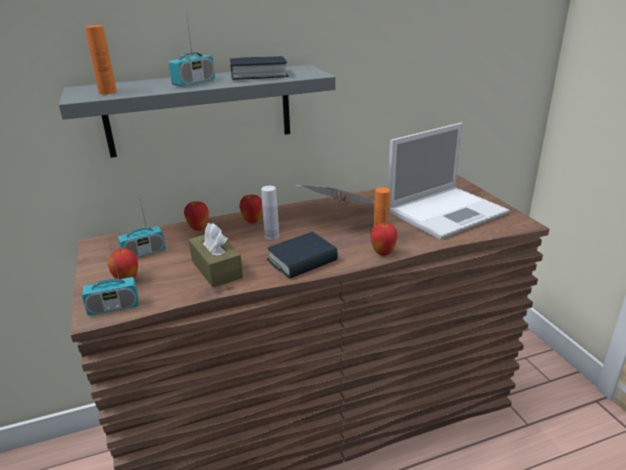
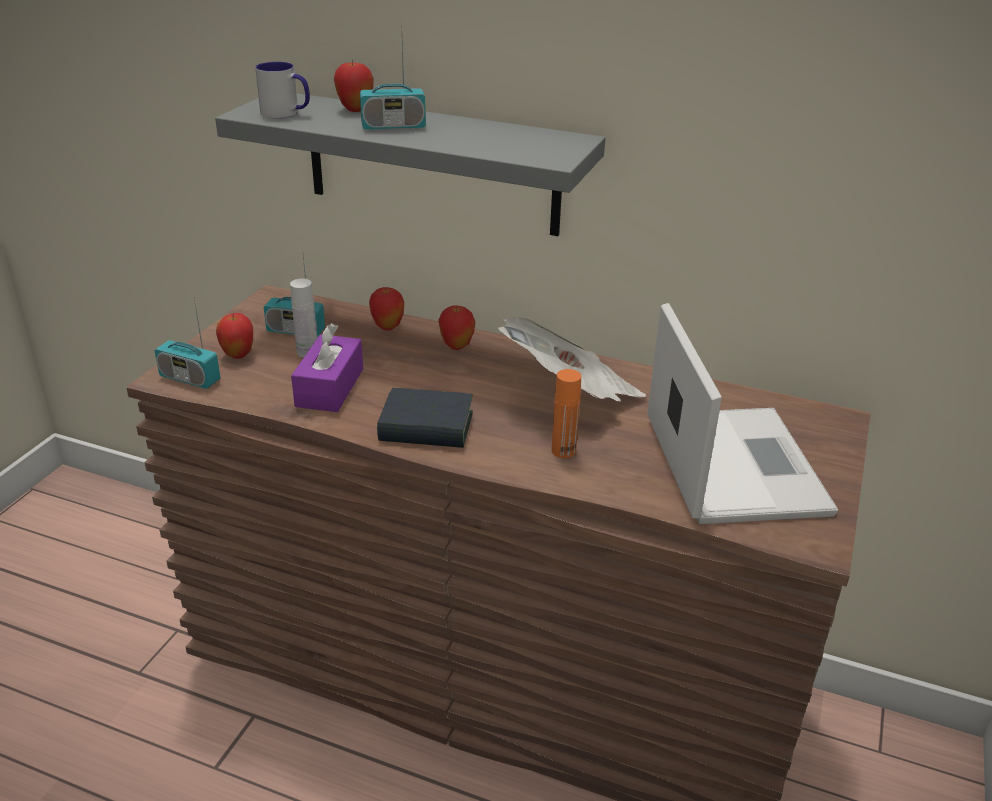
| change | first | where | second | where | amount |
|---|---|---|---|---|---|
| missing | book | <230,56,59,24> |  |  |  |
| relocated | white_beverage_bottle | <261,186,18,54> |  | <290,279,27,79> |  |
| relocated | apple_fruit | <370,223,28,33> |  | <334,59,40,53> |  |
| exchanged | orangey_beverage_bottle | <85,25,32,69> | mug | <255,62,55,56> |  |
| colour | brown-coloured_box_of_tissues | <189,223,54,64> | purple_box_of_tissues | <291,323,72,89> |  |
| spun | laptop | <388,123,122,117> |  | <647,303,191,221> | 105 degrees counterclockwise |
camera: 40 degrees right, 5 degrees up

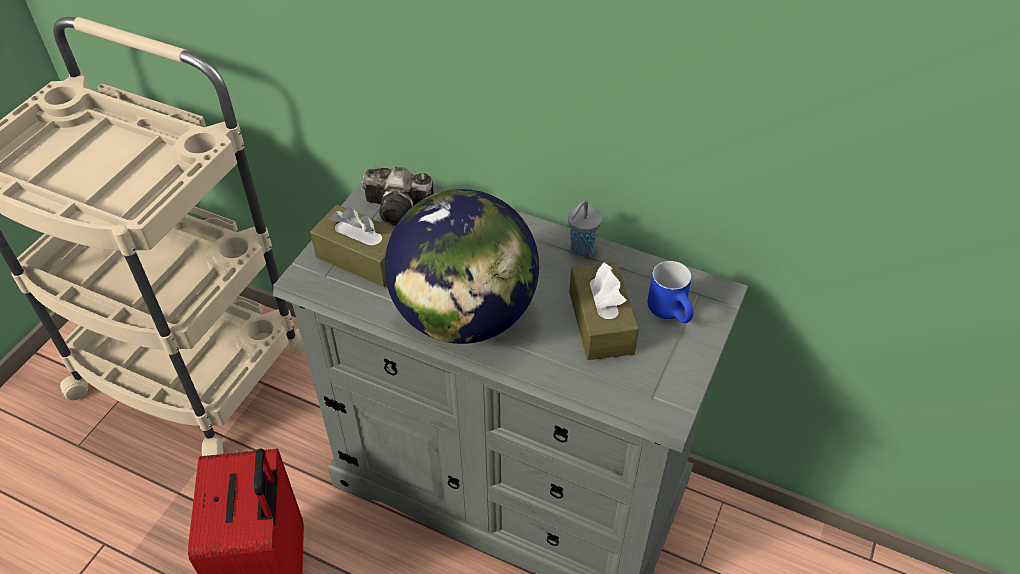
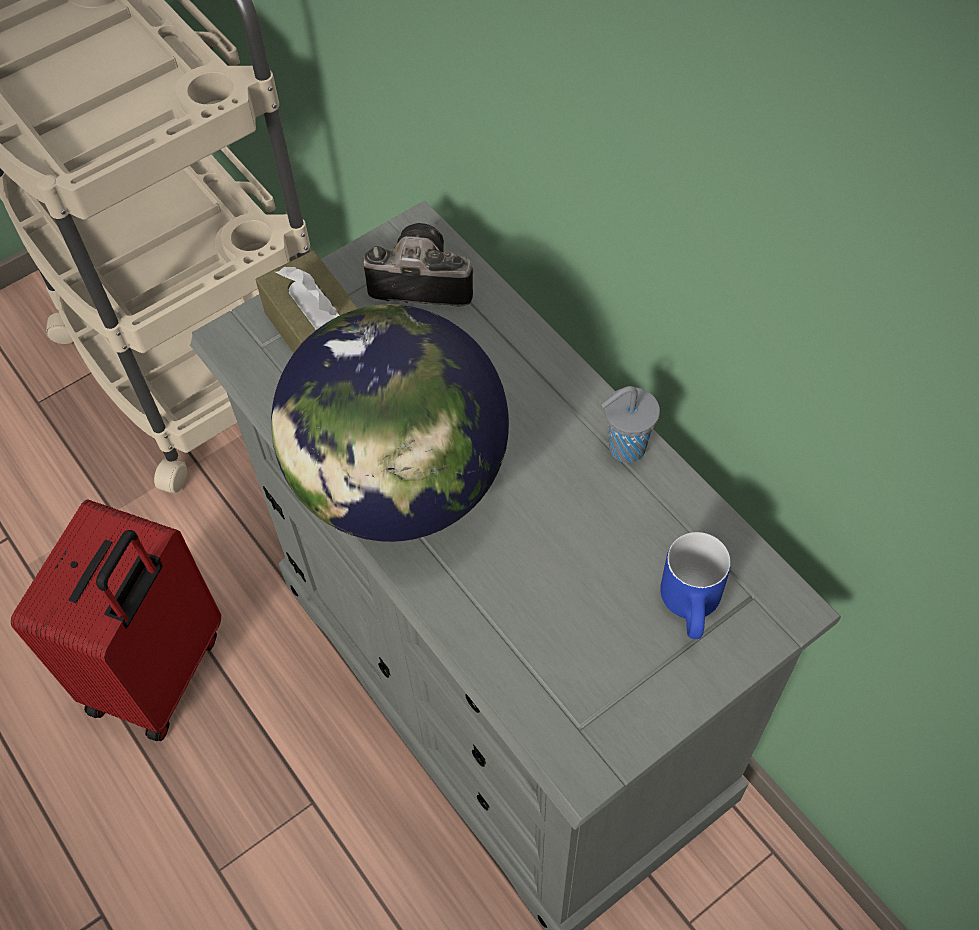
| change | first | where | second | where | amount |
|---|---|---|---|---|---|
| missing | brown-coloured_box_of_tissues | <569,262,70,98> |  |  |  |
| spun | photo_camera | <362,167,72,59> |  | <363,223,110,84> | 150 degrees clockwise |
camera: 30 degrees right, 10 degrees up

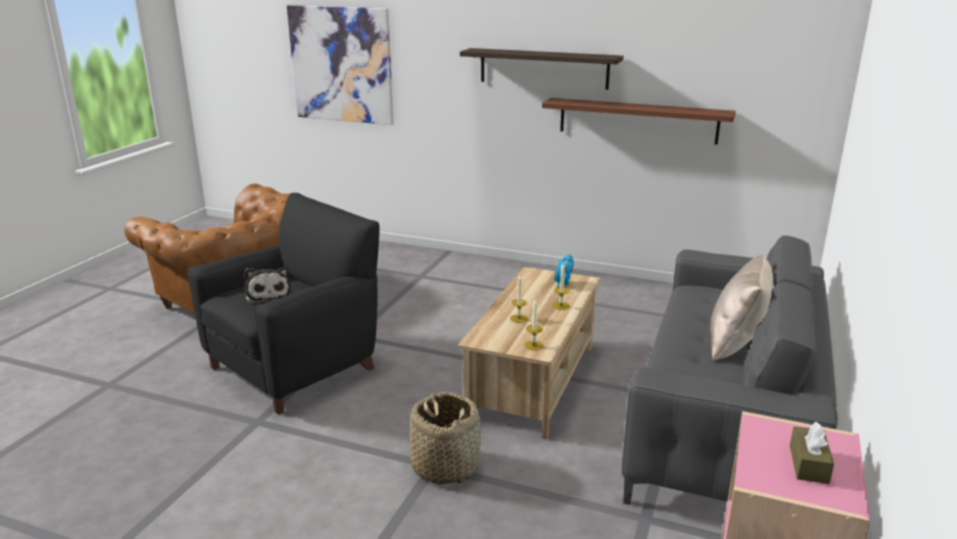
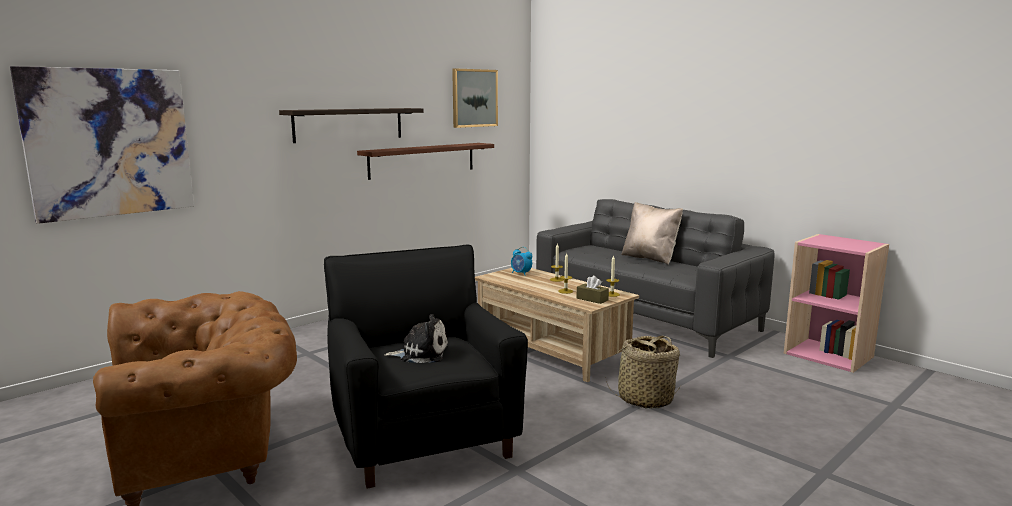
| change | first | where | second | where | amount |
|---|---|---|---|---|---|
| appeared |  |  | wall_picture | <452,68,46,60> |  |
| relocated | brown-coloured_box_of_tissues | <790,422,44,62> |  | <576,276,33,28> |  |
camera: 65 degrees left, 10 degrees down

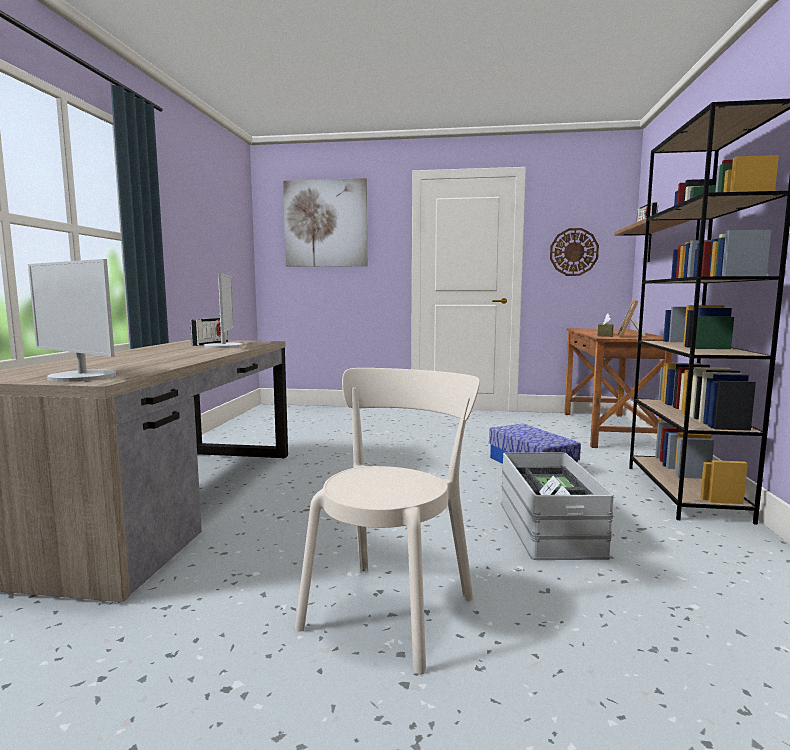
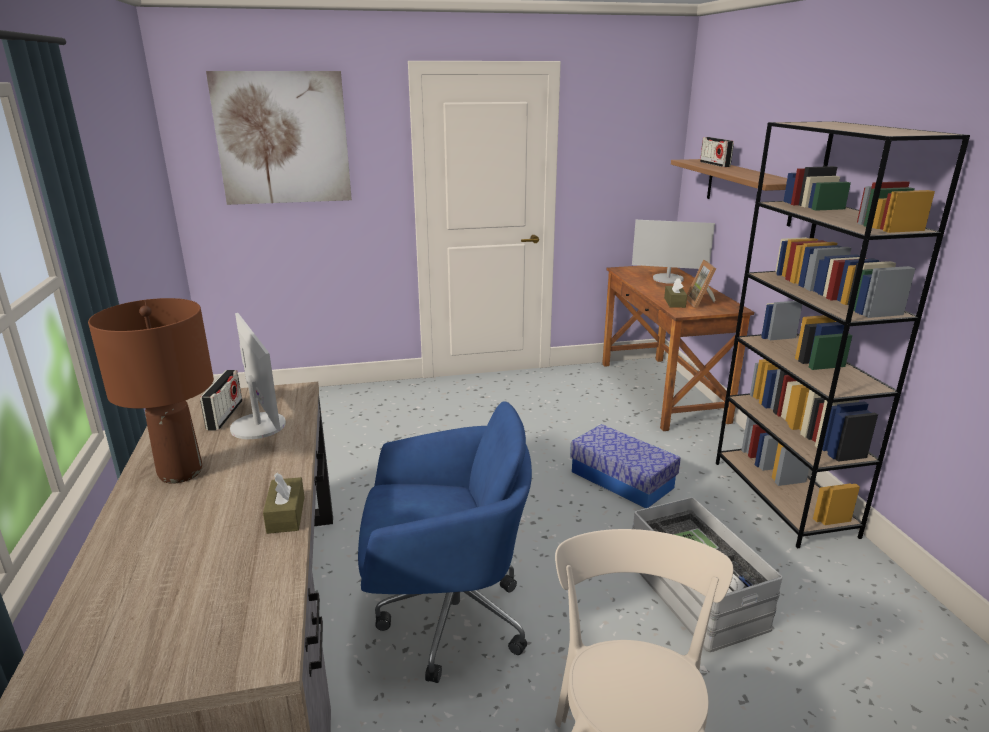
| change | first | where | second | where | amount |
|---|---|---|---|---|---|
| missing | clock_on_the_wall | <550,228,49,48> |  |  |  |
| appeared |  |  | brown-coloured_lamp_for_a_table | <88,298,126,186> |  |
| appeared |  |  | brown-coloured_box_of_tissues | <263,473,41,61> |  |
| appeared |  |  | blue_computer_chair | <358,401,174,282> |  |
| relocated | monitor | <28,259,88,123> |  | <632,220,83,64> |  |
camera: 20 degrees left, 15 degrees up

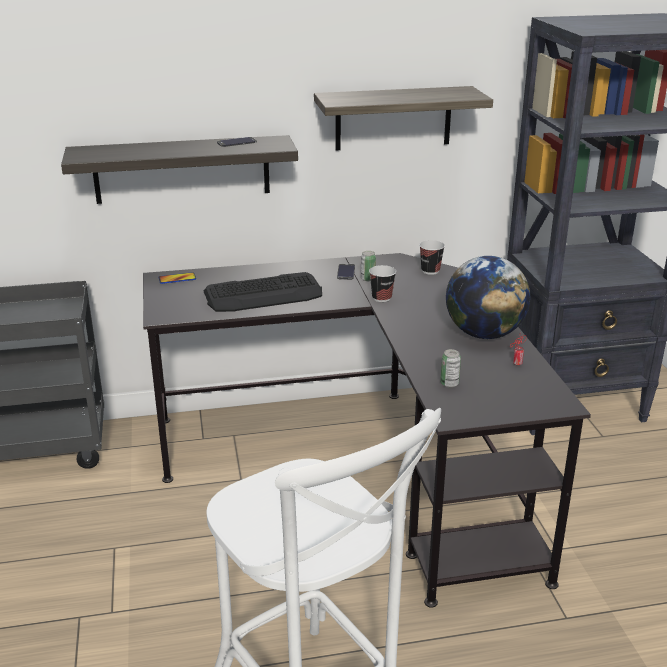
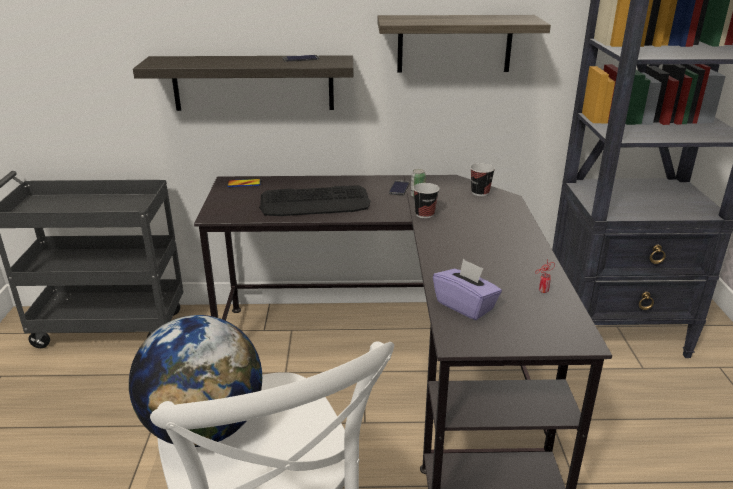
| change | first | where | second | where | amount |
|---|---|---|---|---|---|
| relocated | desk_globe | <446,256,84,83> |  | <129,315,133,132> |  |
| exchanged | can | <440,349,21,39> | purple_box_of_tissues | <433,259,69,61> |  |
camera: 10 degrees right, 0 degrees up

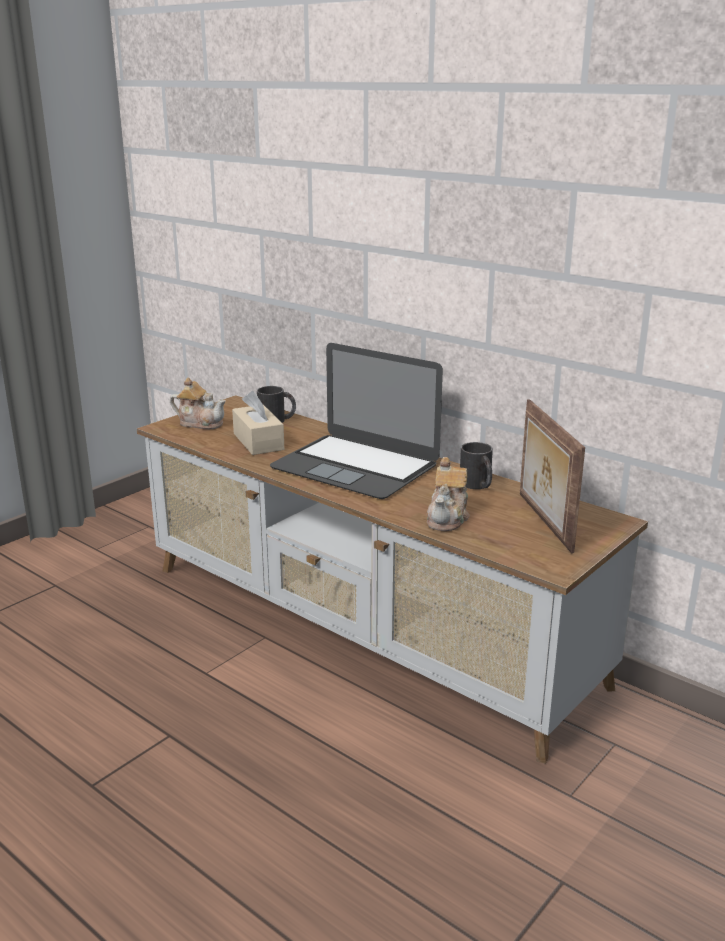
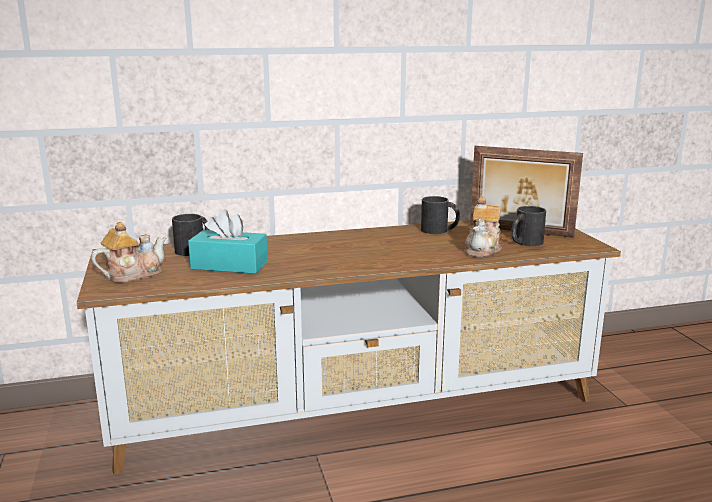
| change | first | where | second | where | amount |
|---|---|---|---|---|---|
| missing | laptop | <270,343,173,156> |  |  |  |
| appeared |  |  | black-coloured_mug | <511,206,35,40> |  |
| colour | beige-coloured_box_of_tissues | <232,391,52,64> | blue-green_box_of_tissues | <188,209,80,65> |  |
| spun | teapot | <427,457,43,74> |  | <465,197,37,60> | 60 degrees clockwise |
camera: 55 degrees left, 5 degrees down

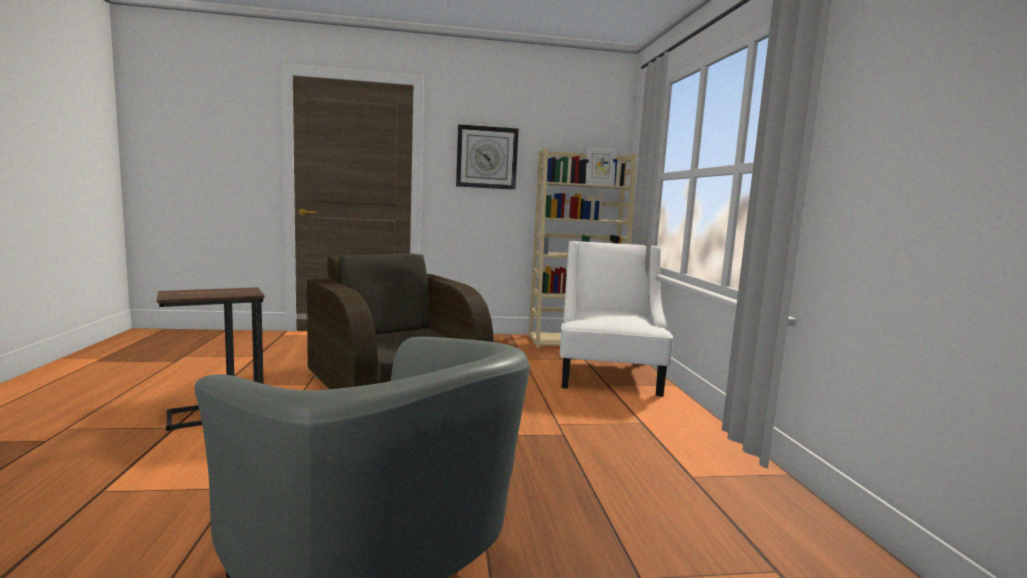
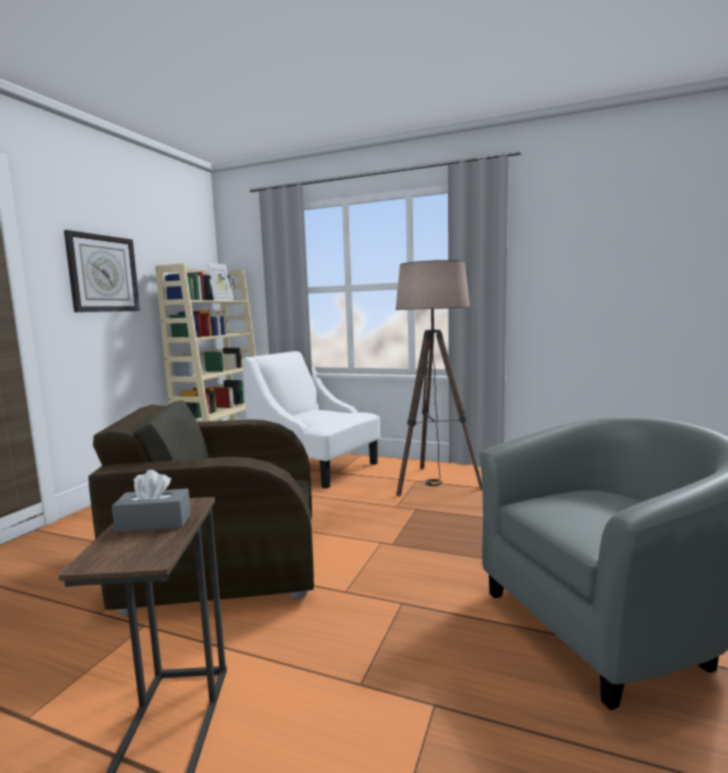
| change | first | where | second | where | amount |
|---|---|---|---|---|---|
| appeared |  |  | greyish_box_of_tissues | <112,470,79,63> |  |
| appeared |  |  | standing_lamp | <395,260,87,236> |  |
camera: 60 degrees left, 0 degrees up

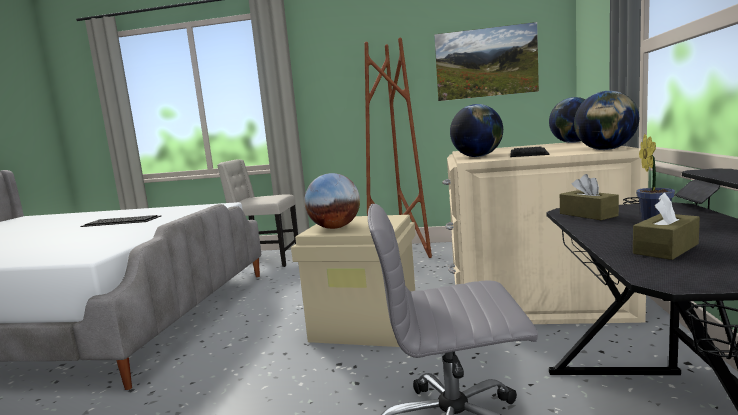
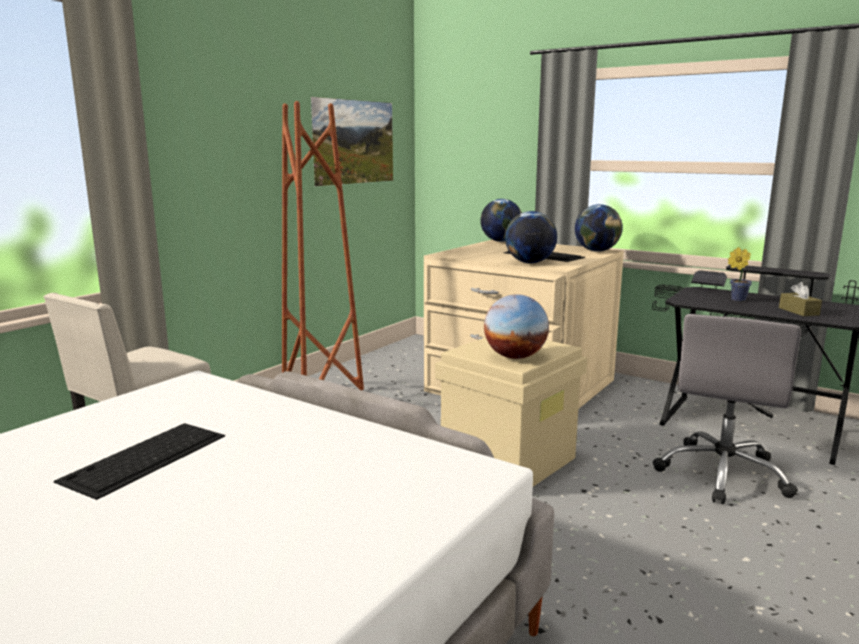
| change | first | where | second | where | amount |
|---|---|---|---|---|---|
| missing | brown-coloured_box_of_tissues | <560,174,59,46> |  |  |  |
camera: 65 degrees left, 5 degrees up

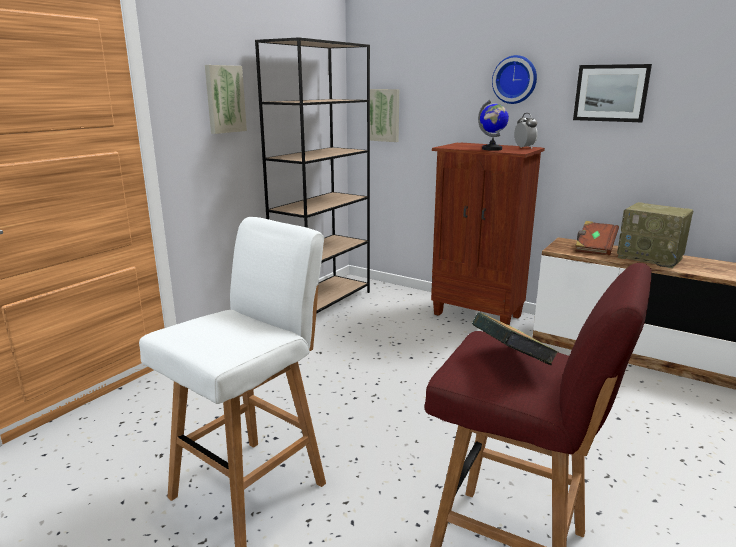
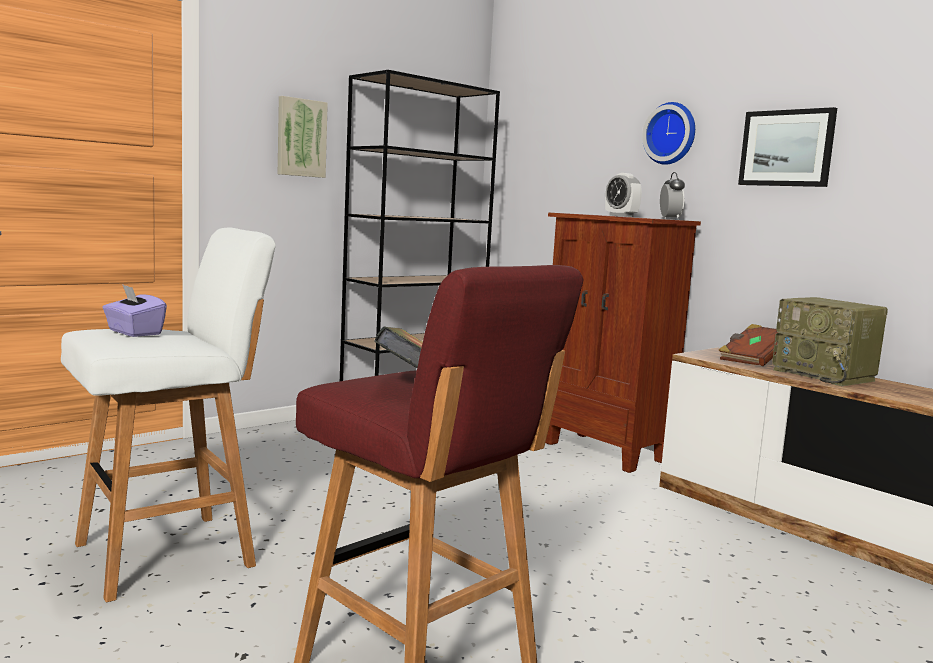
| change | first | where | second | where | amount |
|---|---|---|---|---|---|
| missing | wall_picture | <370,89,29,53> |  |  |  |
| appeared |  |  | purple_box_of_tissues | <102,284,65,53> |  |
| exchanged | desk_globe | <478,100,31,51> | alarm_clock | <605,173,37,44> |  |
camera: 15 degrees right, 10 degrees down

